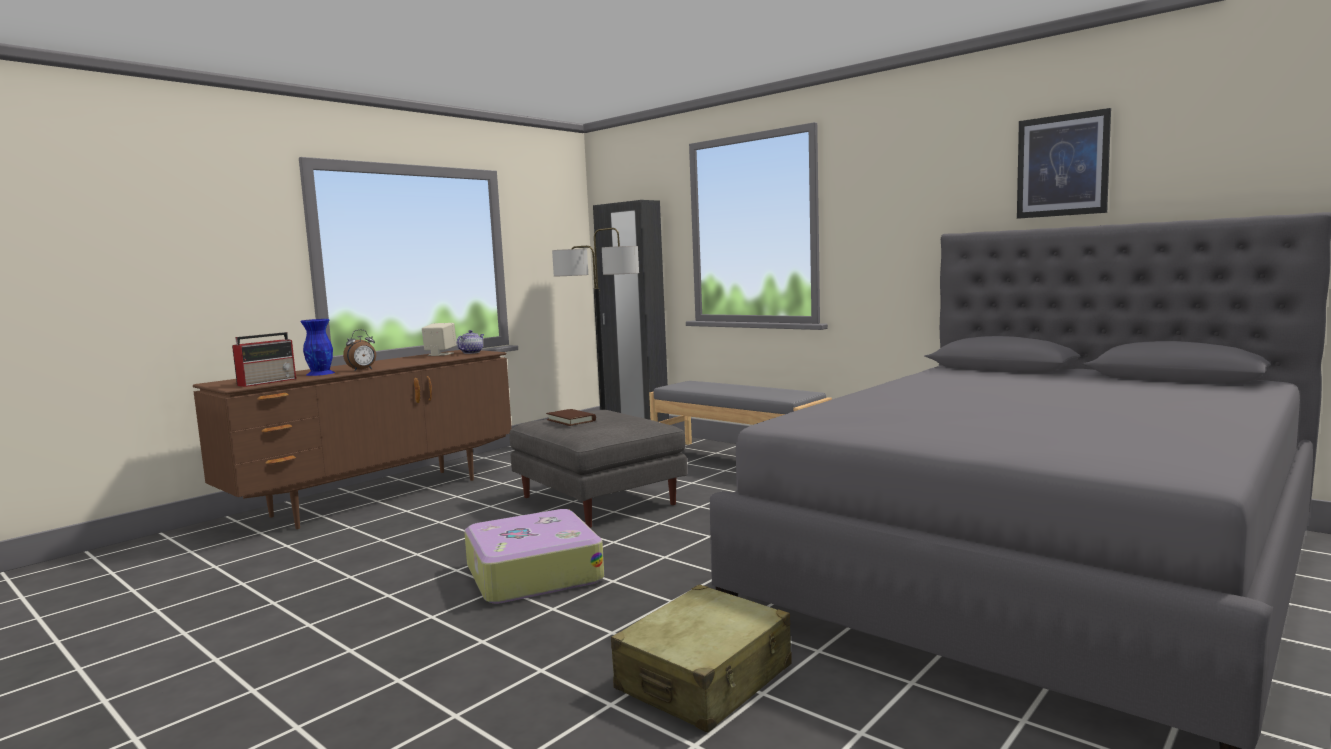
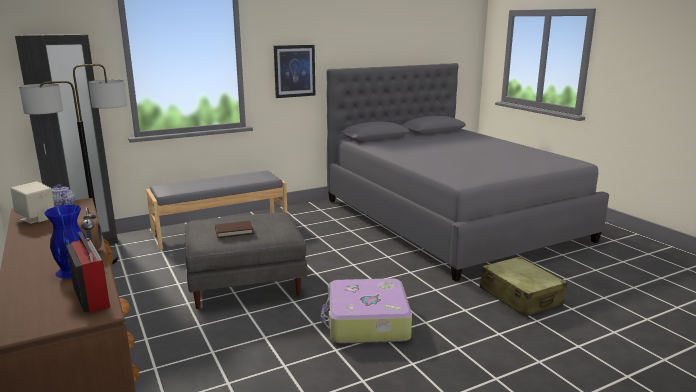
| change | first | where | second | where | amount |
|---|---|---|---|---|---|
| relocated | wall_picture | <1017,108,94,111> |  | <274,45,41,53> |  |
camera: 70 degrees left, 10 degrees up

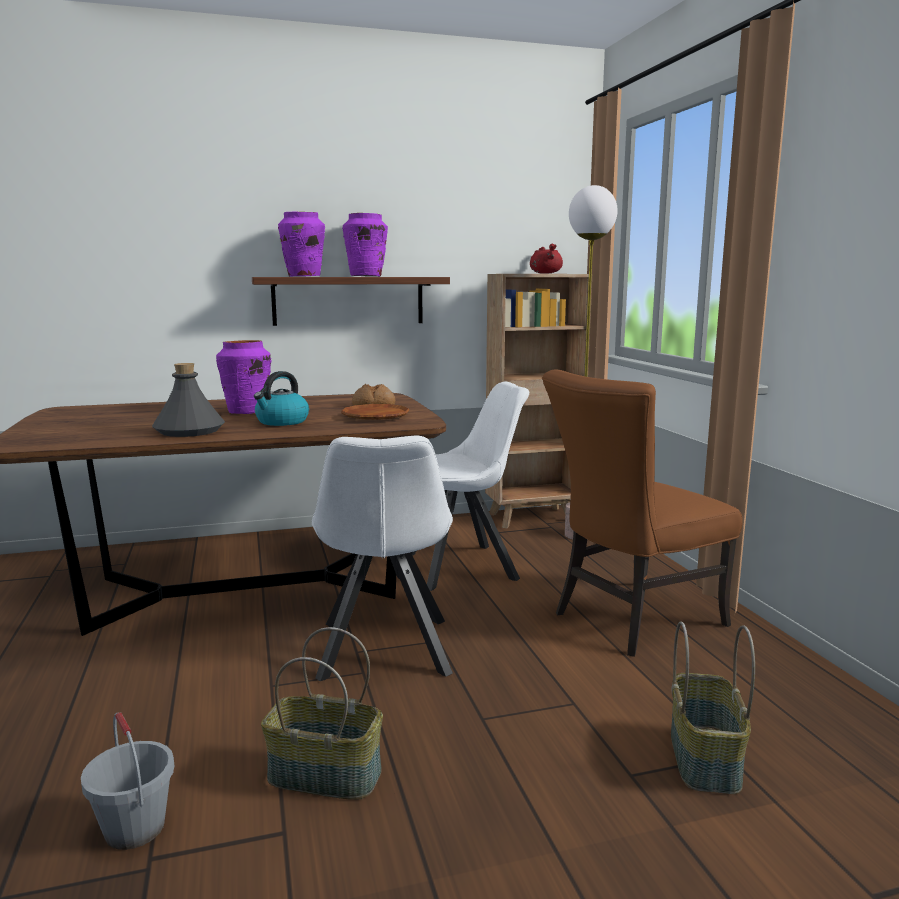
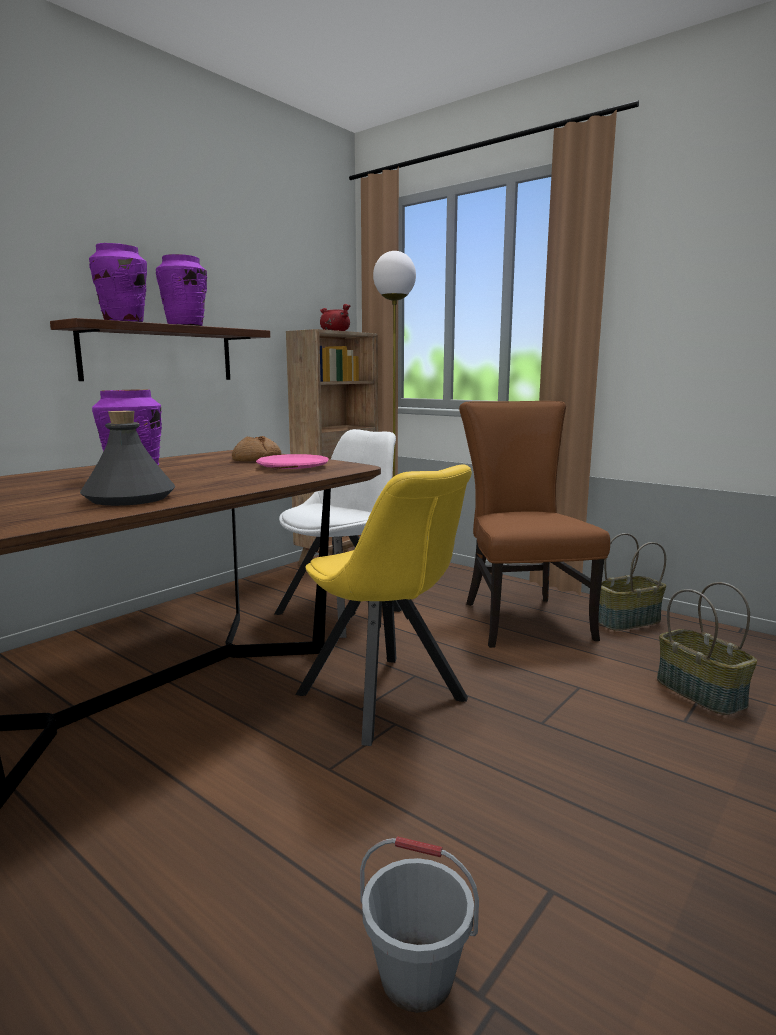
| change | first | where | second | where | amount |
|---|---|---|---|---|---|
| missing | tea_kettle | <254,371,55,55> |  |  |  |
| relocated | storage_basket | <261,627,122,173> |  | <598,533,68,98> |  |
| colour | white_chair | <312,436,141,246> | yellow_chair | <295,465,177,281> |  |
| colour | brown-coloured_plate | <341,404,68,16> | pink-coloured_plate | <256,454,73,15> |  |
| spun | brown-coloured_chair | <542,370,201,287> |  | <459,401,151,247> | 150 degrees clockwise |
camera: 35 degrees left, 0 degrees up

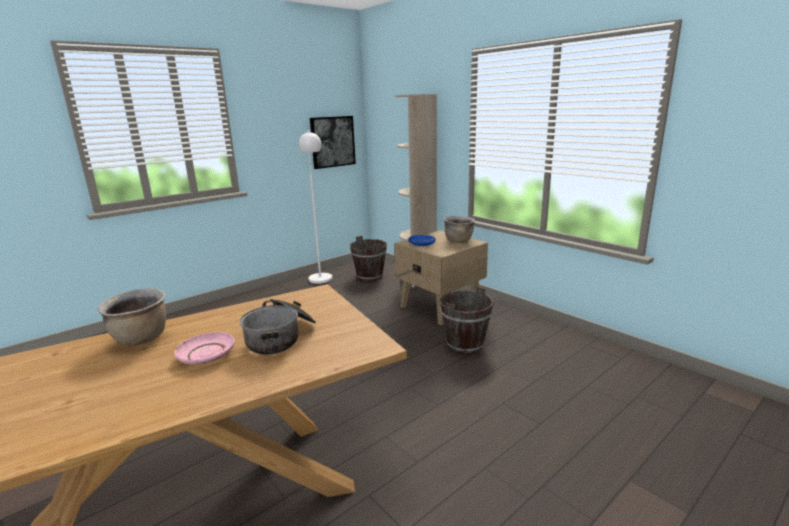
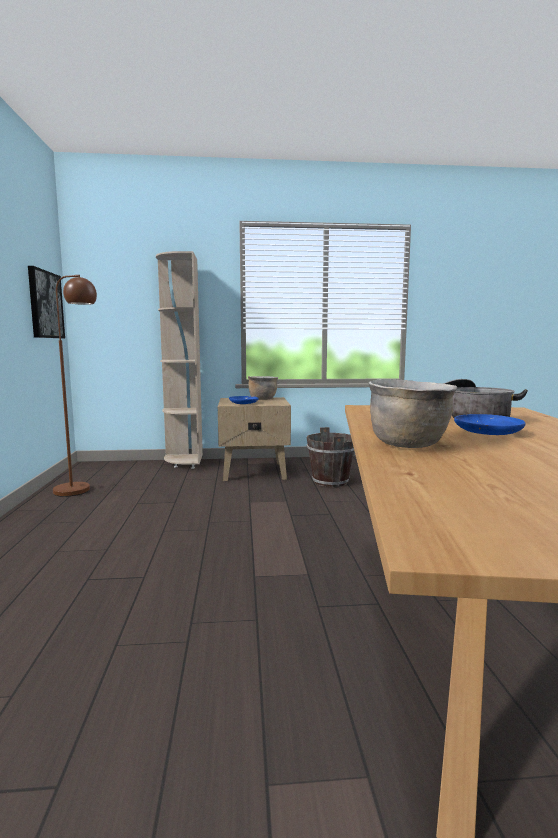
| change | first | where | second | where | amount |
|---|---|---|---|---|---|
| missing | brown-coloured_bucket | <350,236,37,45> |  |  |  |
| colour | pink-coloured_plate | <174,332,61,33> | blue_plate | <454,414,72,21> |  |
| colour | white_standing_lamp | <299,130,33,154> | brown-coloured_standing_lamp | <53,275,44,222> |  |
camera: 55 degrees left, 10 degrees down

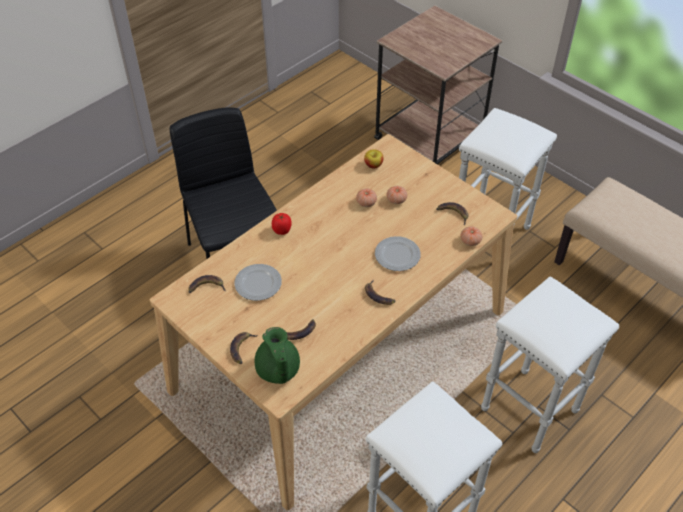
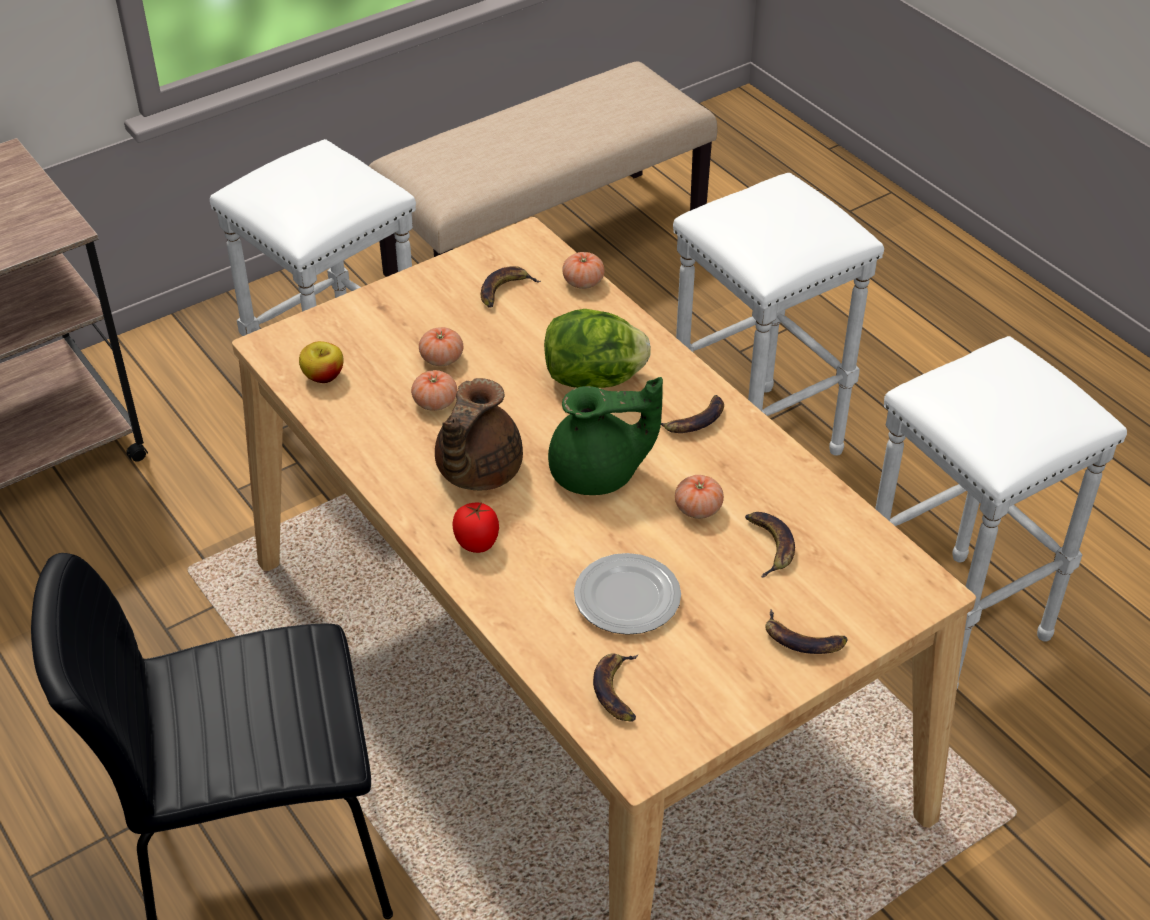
| change | first | where | second | where | amount |
|---|---|---|---|---|---|
| appeared |  |  | brown-coloured_teapot | <435,378,88,112> |  |
| appeared |  |  | fresh_tomato | <675,475,49,44> |  |
| relocated | green-coloured_teapot | <255,327,45,57> |  | <548,377,115,118> |  |
| exchanged | plate | <375,236,46,35> | lettuce | <544,309,107,79> |  |
camera: 80 degrees left, 5 degrees down

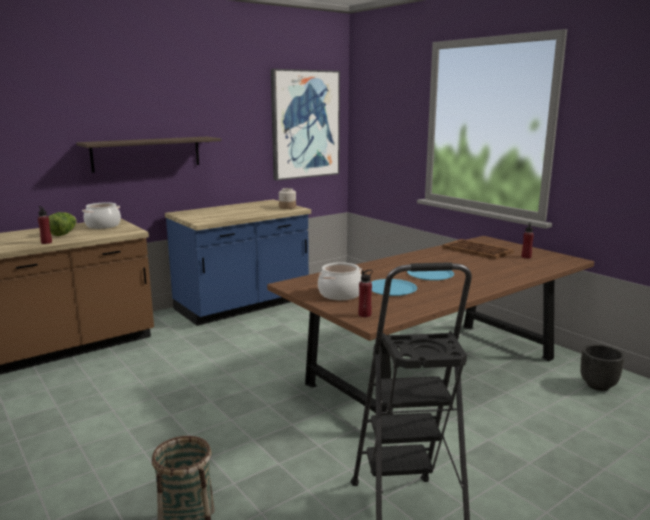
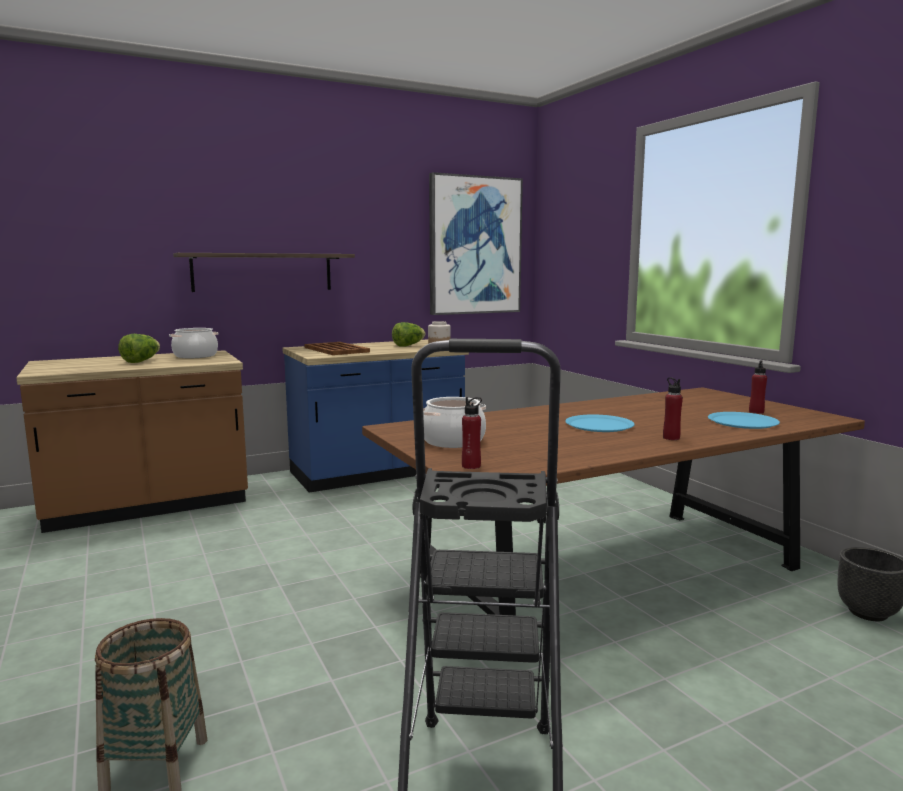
| change | first | where | second | where | amount |
|---|---|---|---|---|---|
| appeared |  |  | lettuce | <392,322,33,25> |  |
| relocated | red-coloured_beverage_bottle | <38,206,14,38> |  | <663,377,20,63> |  |
| relocated | blue_plate | <371,279,46,17> |  | <708,412,72,17> |  |
| relocated | brown-coloured_serving_tray | <442,239,72,21> |  | <304,342,66,13> |  |
camera: 10 degrees right, 5 degrees down

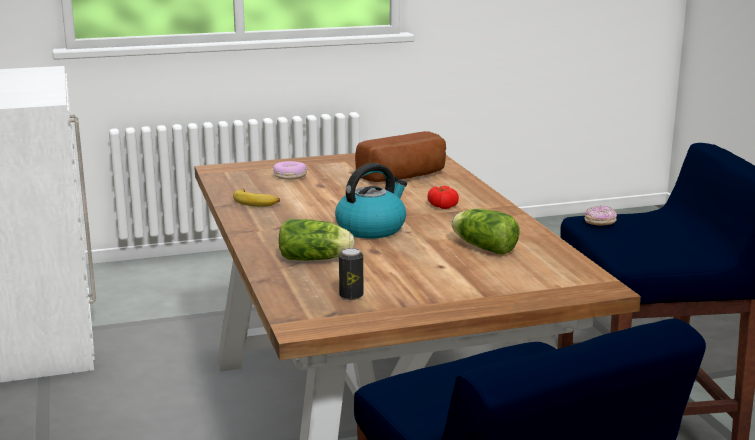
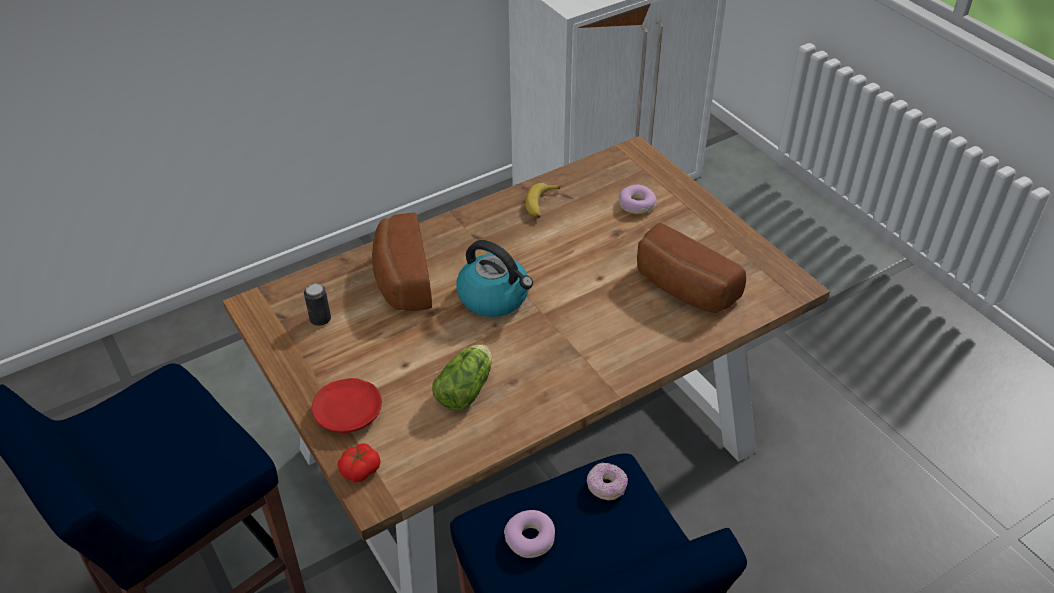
| change | first | where | second | where | amount |
|---|---|---|---|---|---|
| appeared |  |  | red-coloured_plate | <312,378,70,55> |  |
| appeared |  |  | donut | <504,510,51,48> |  |
| relocated | fresh_tomato | <427,186,32,23> |  | <338,443,43,40> |  |
| exchanged | lettuce | <279,219,76,42> | baked_bread | <372,212,60,99> |  |
camera: 75 degrees right, 25 degrees up

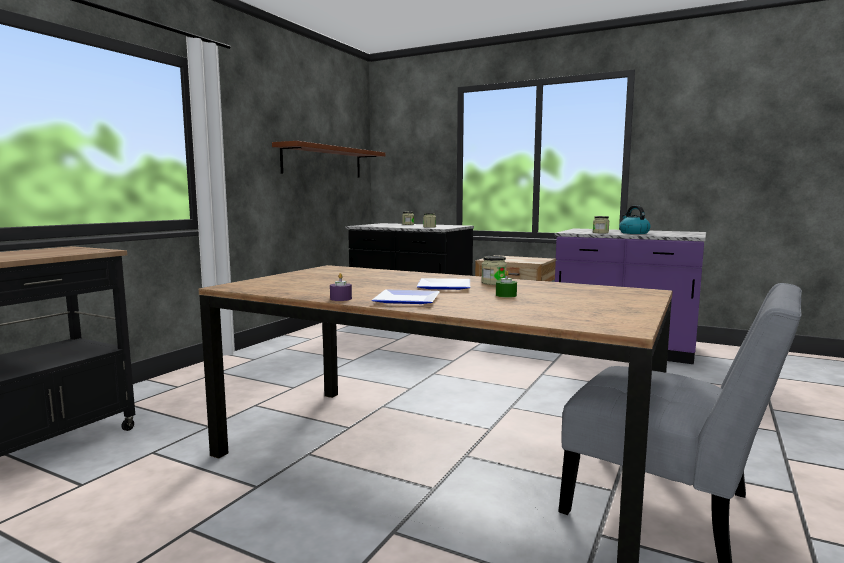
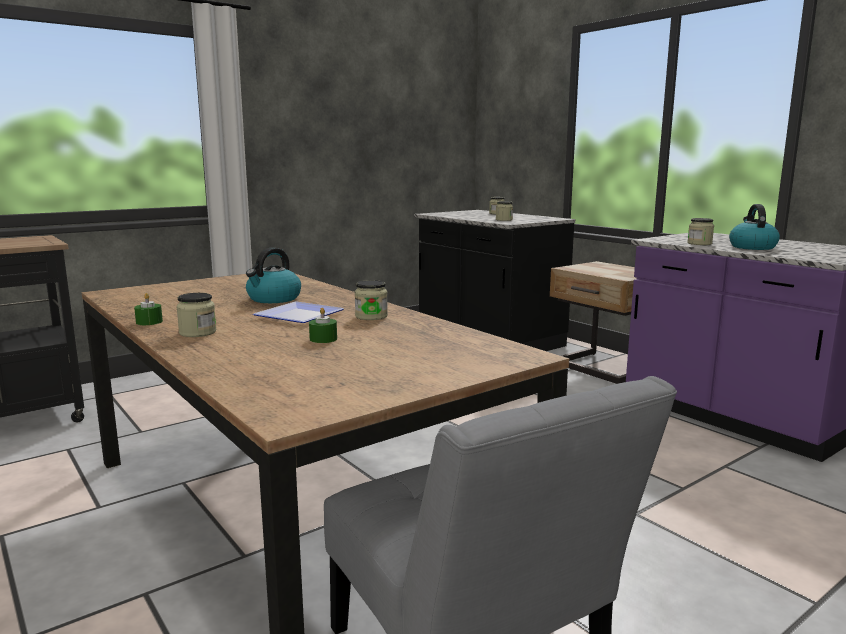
| change | first | where | second | where | amount |
|---|---|---|---|---|---|
| missing | brown-coloured_wall_shelf | <272,141,113,37> |  |  |  |
| appeared |  |  | tea_kettle | <246,247,55,56> |  |
| exchanged | plate | <372,289,68,15> | preserve_jar | <176,293,40,44> |  |
| colour | purple_wax_candle | <330,273,22,28> | green-coloured_wax_candle | <134,293,29,32> |  |
camera: 25 degrees right, 5 degrees up

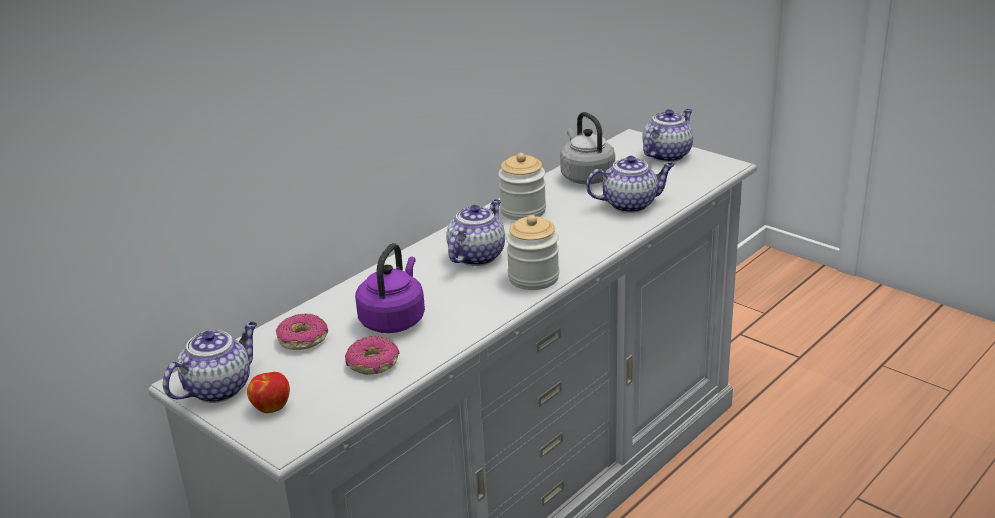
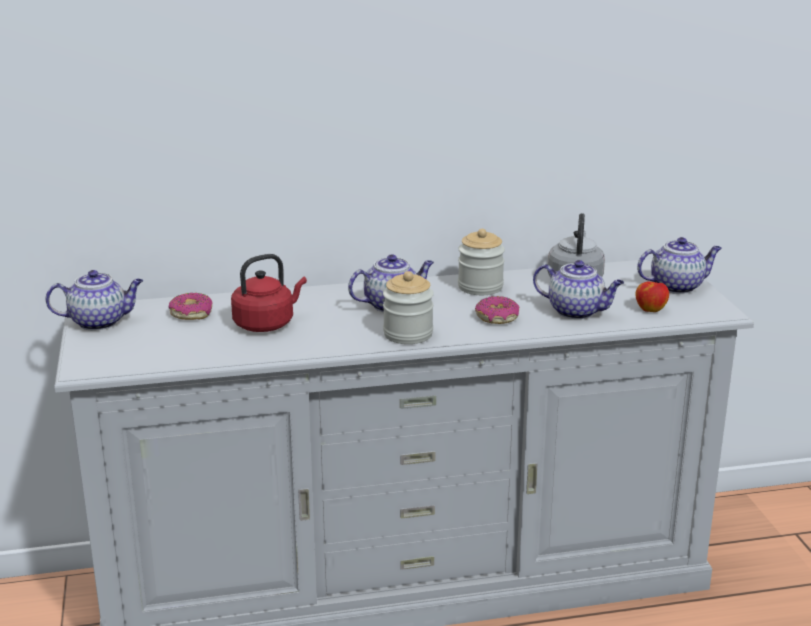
| change | first | where | second | where | amount |
|---|---|---|---|---|---|
| relocated | apple_fruit | <247,372,43,41> |  | <636,281,33,31> |  |
| relocated | donut | <345,336,55,39> |  | <475,296,44,28> |  |
| colour | purple_tea_kettle | <355,243,70,90> | red-coloured_tea_kettle | <231,254,76,78> |  |
camera: 35 degrees right, 5 degrees down

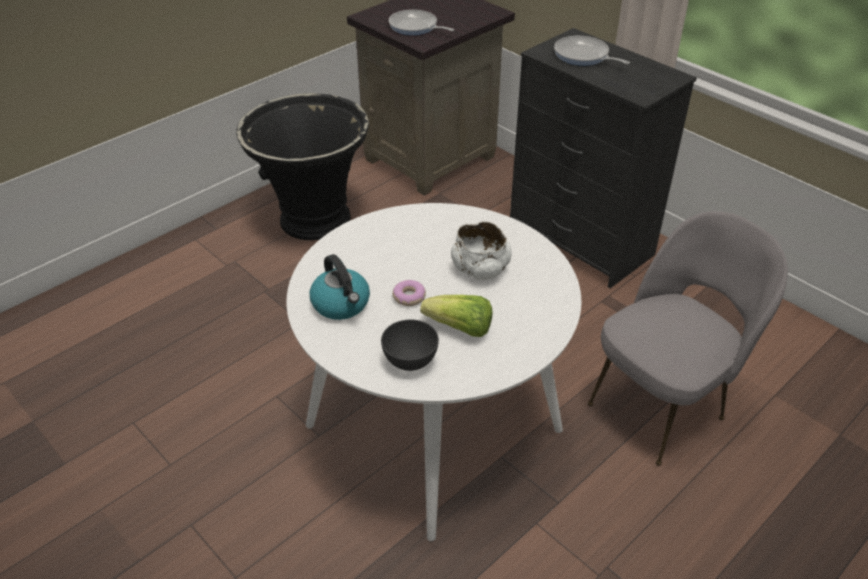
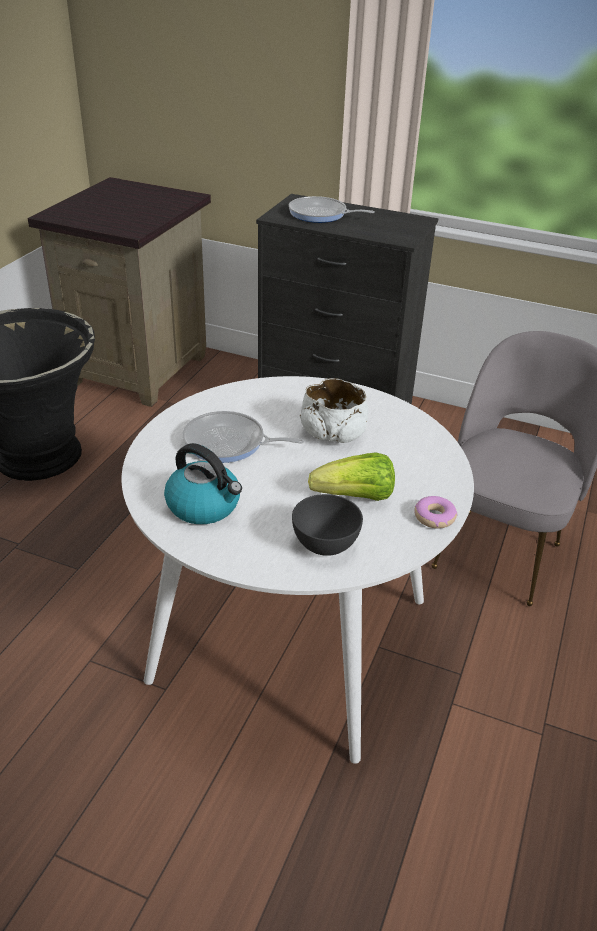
| change | first | where | second | where | amount |
|---|---|---|---|---|---|
| relocated | pan | <389,10,65,25> |  | <183,411,121,52> |  |
| relocated | donut | <393,280,33,26> |  | <414,496,44,32> |  |
camera: 25 degrees left, 5 degrees down

